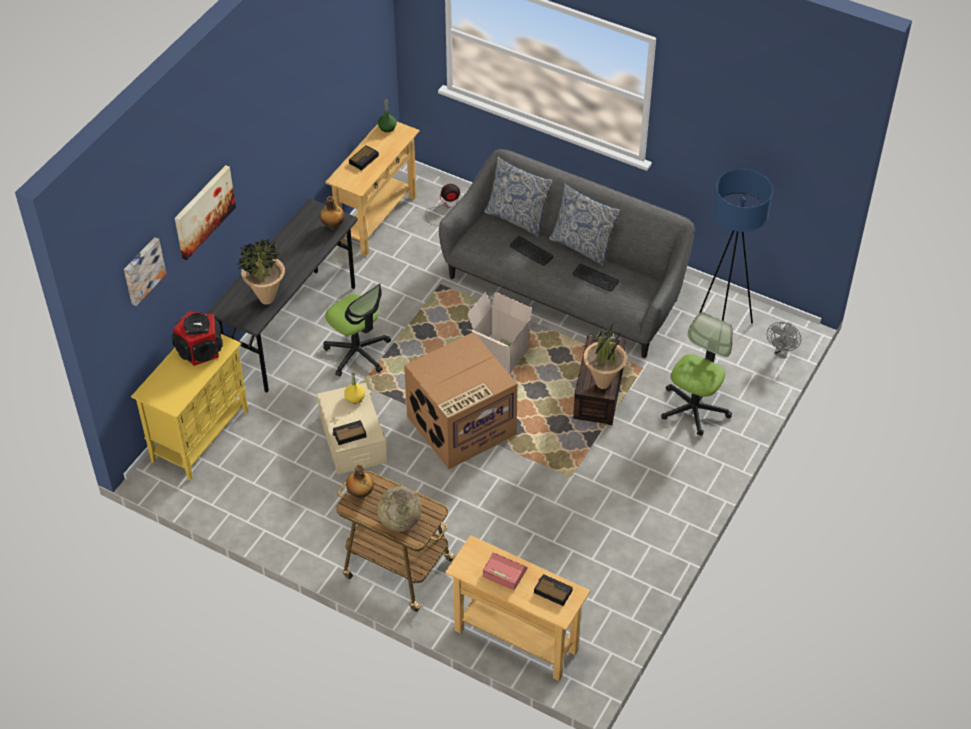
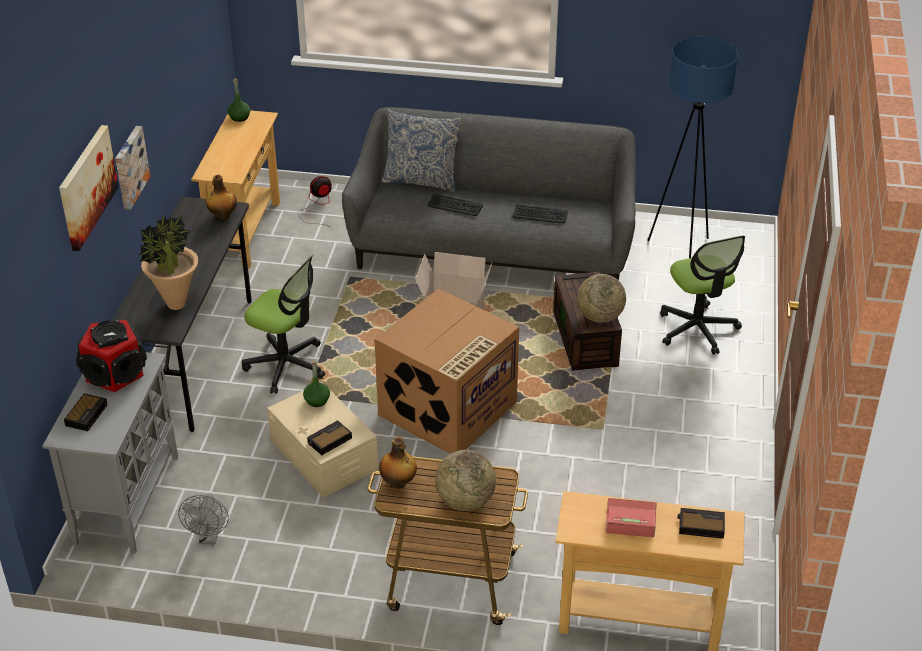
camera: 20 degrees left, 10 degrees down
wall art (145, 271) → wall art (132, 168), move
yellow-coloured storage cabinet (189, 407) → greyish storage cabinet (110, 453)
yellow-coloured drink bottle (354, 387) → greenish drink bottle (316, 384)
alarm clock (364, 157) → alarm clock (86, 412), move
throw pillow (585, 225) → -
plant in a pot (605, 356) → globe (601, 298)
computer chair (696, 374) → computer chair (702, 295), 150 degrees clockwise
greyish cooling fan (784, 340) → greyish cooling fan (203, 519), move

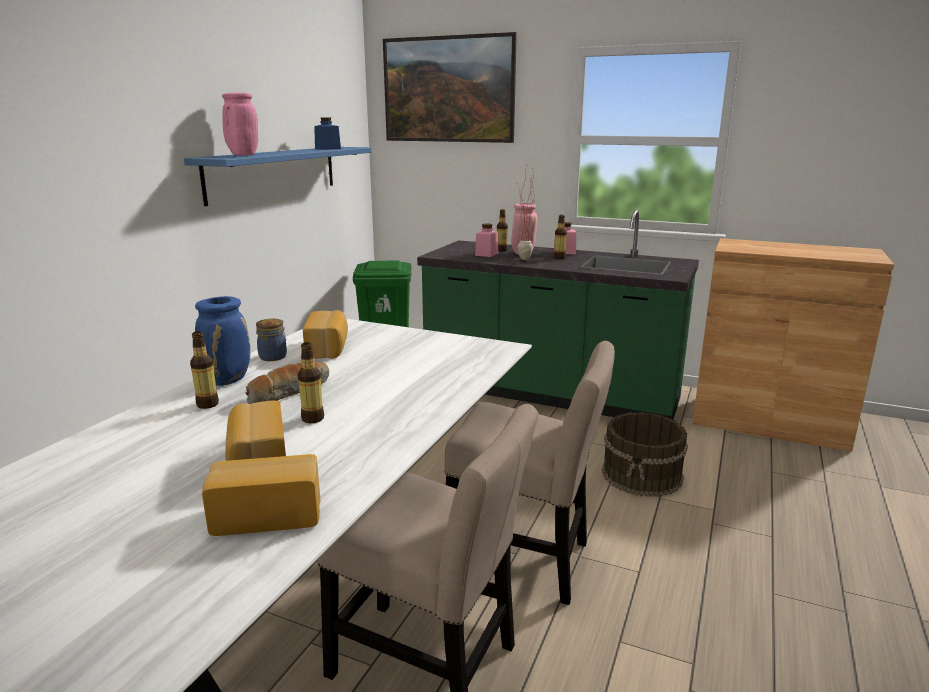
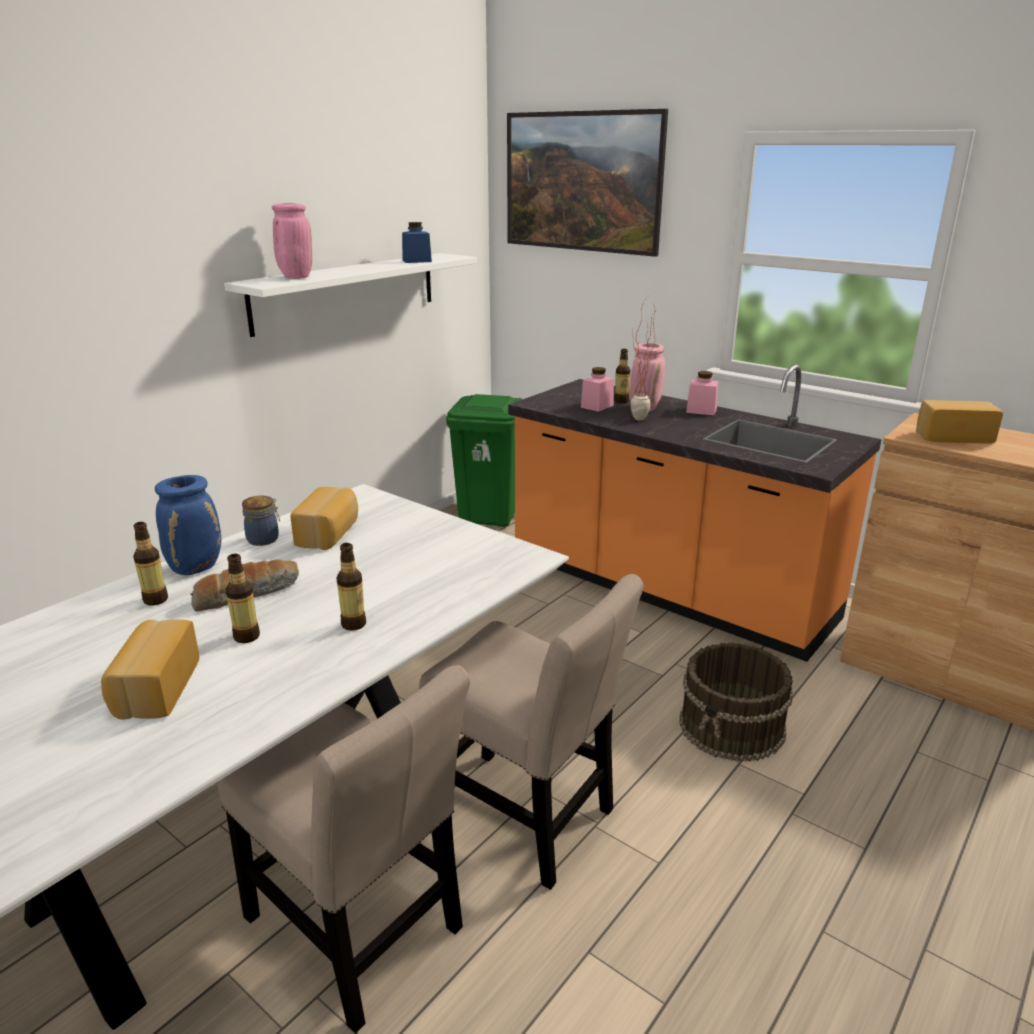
camera: 15 degrees right, 5 degrees up
bluish shelf (278, 176) → whitish shelf (350, 295)
bakery bread (261, 495) → bakery bread (959, 422), move
greenish kitchen counter (558, 315) → orange-coloured kitchen counter (695, 513)
drink bottle (560, 237) → drink bottle (351, 587), move

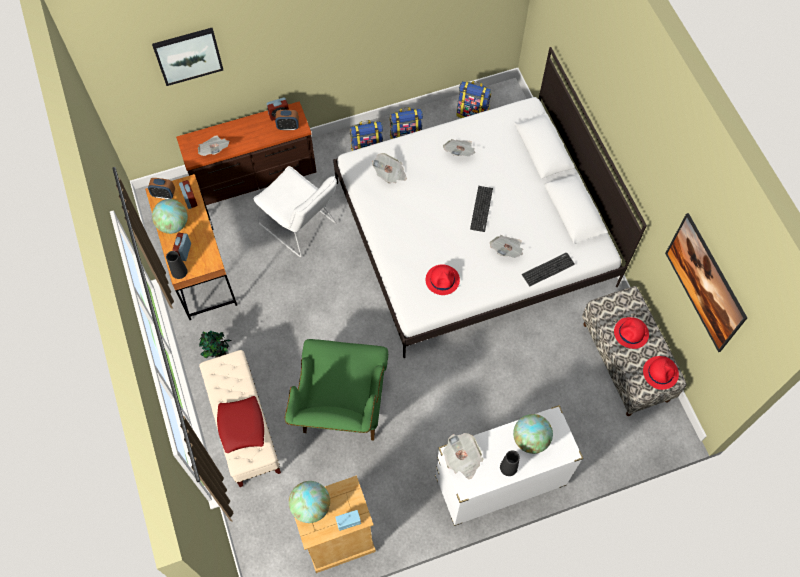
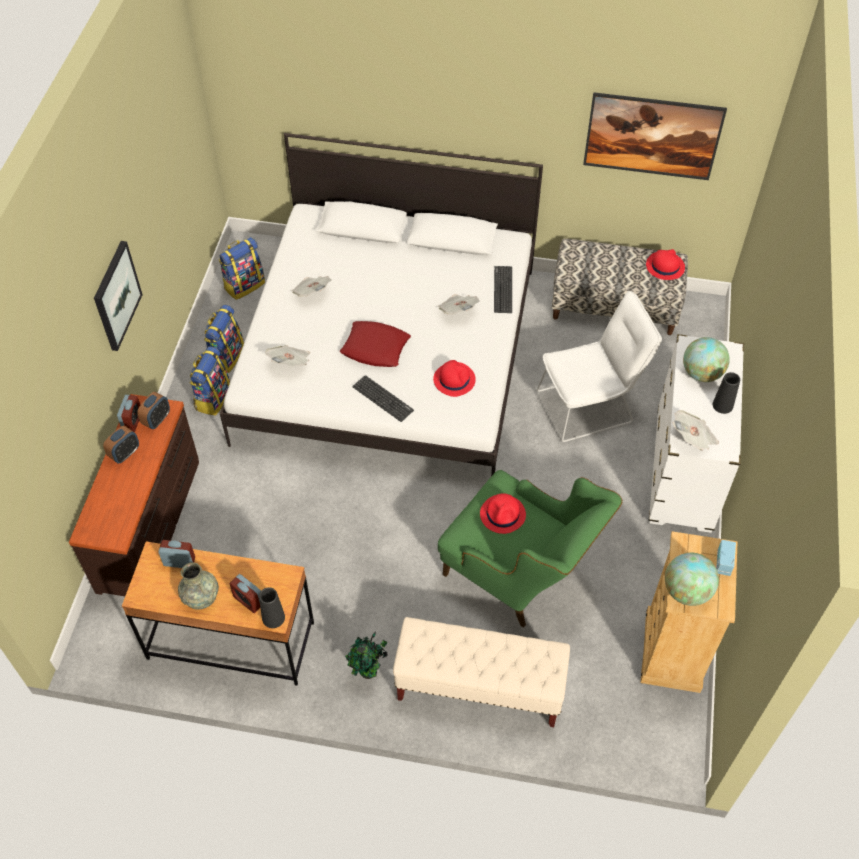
camera: 60 degrees left, 10 degrees down
alarm clock (161, 188) → alarm clock (121, 444), move
wall art (187, 57) → wall art (118, 296), move
globe (170, 216) → greyish decorative vase (198, 586)
daily paper (213, 145) → -
red throw pillow (240, 424) → red throw pillow (375, 344), move
whitish chair (295, 211) → whitish chair (599, 366), move
PC keyboard (481, 209) → PC keyboard (383, 398), move
red hat (631, 333) → red hat (503, 513), move

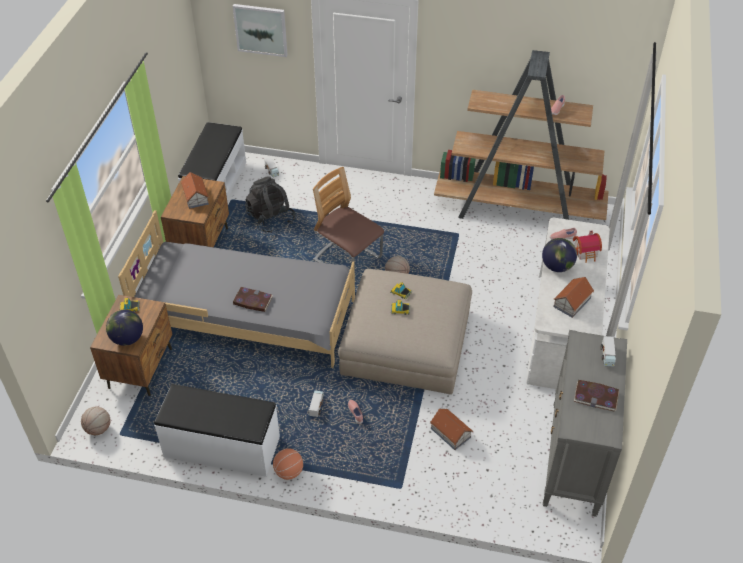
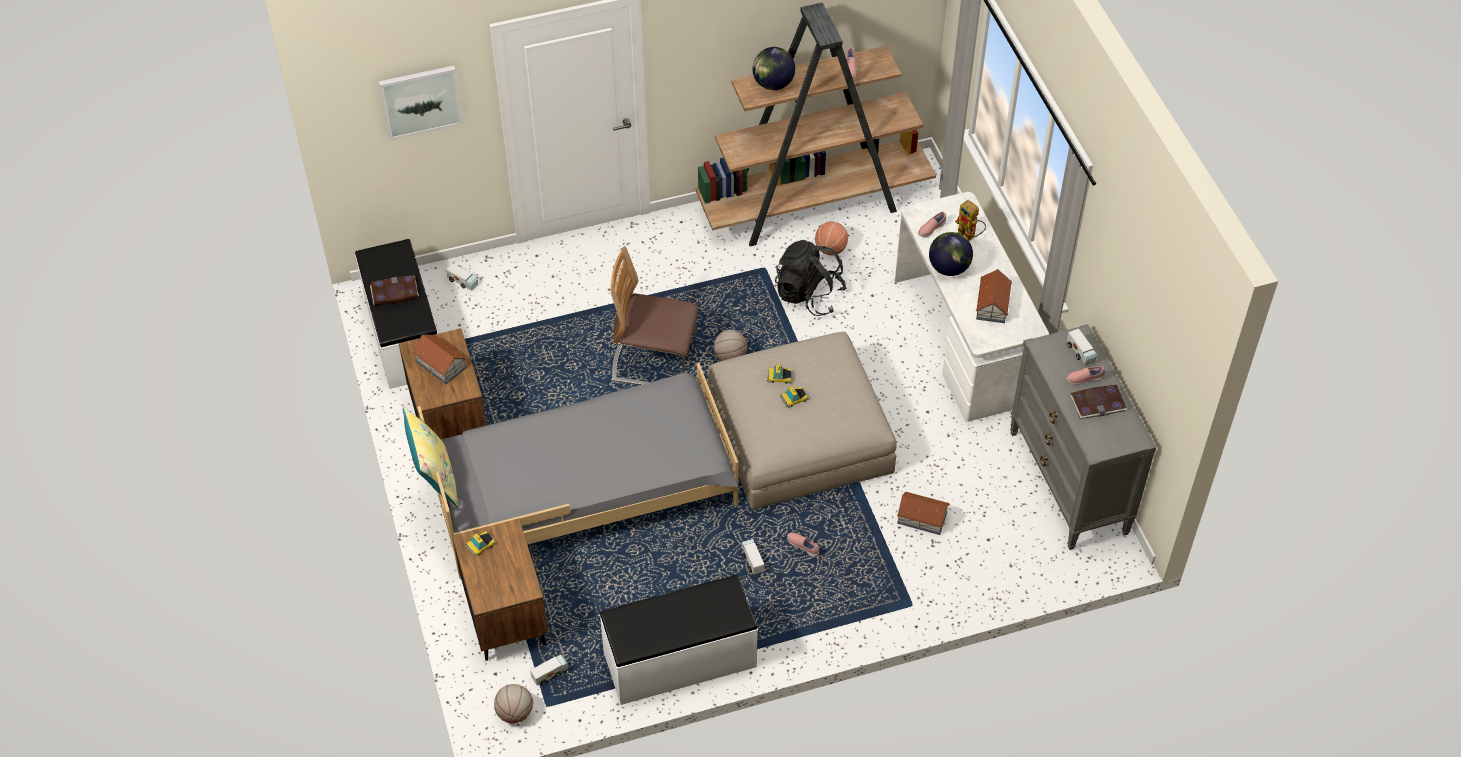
camera: 30 degrees left, 5 degrees up
globe (124, 328) → globe (773, 68), move
book (253, 299) → book (394, 290), move
blackish backpack (270, 204) → blackish backpack (811, 278), move
ball for basketball (288, 464) → ball for basketball (831, 238), move
miniature house (587, 246) → robot figure (970, 220)
- → yellow-coloured throw pillow (430, 456)
- → model truck (549, 670)
- → pink shoe (1085, 375)

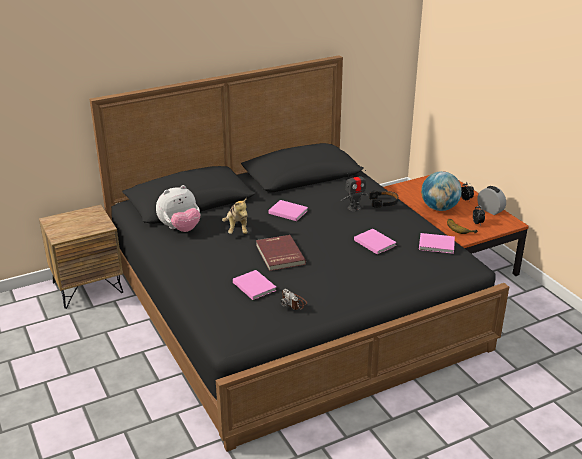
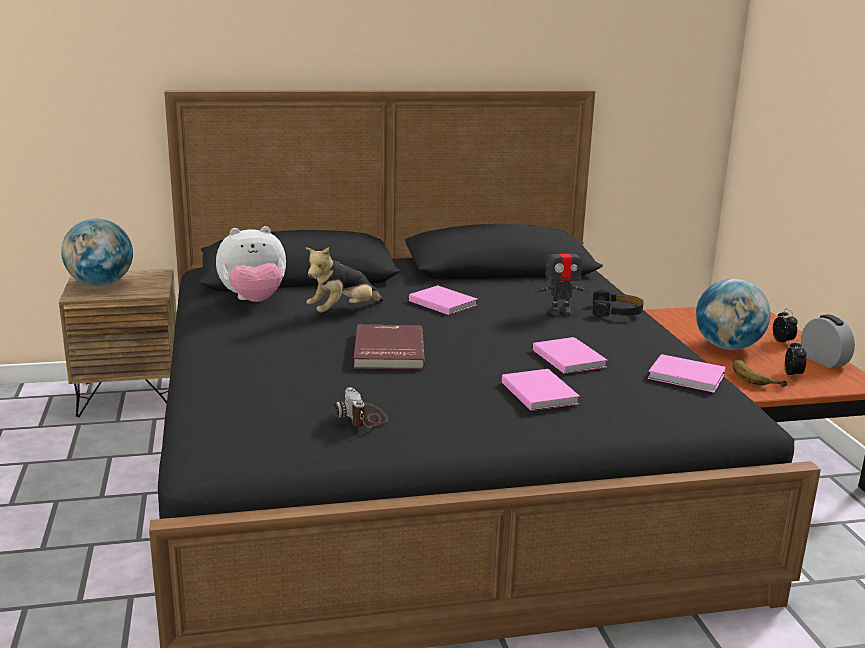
camera: 15 degrees right, 10 degrees down
plush toy (235, 215) → plush toy (345, 280), 45 degrees clockwise
pink book (255, 285) → pink book (541, 390), move
- → globe (97, 252)

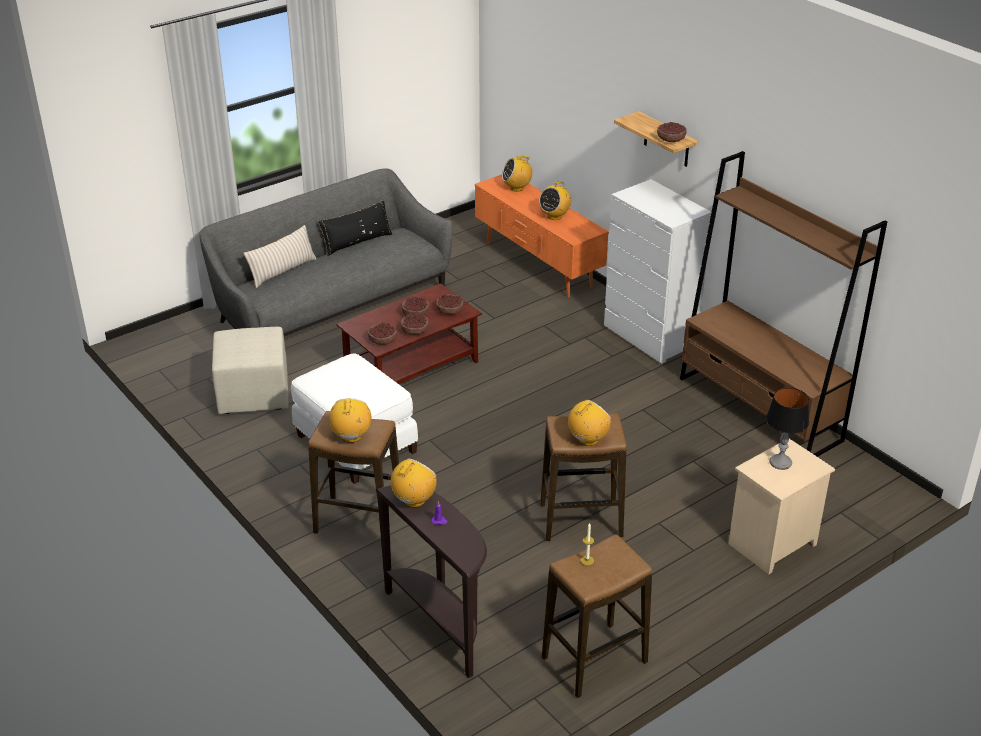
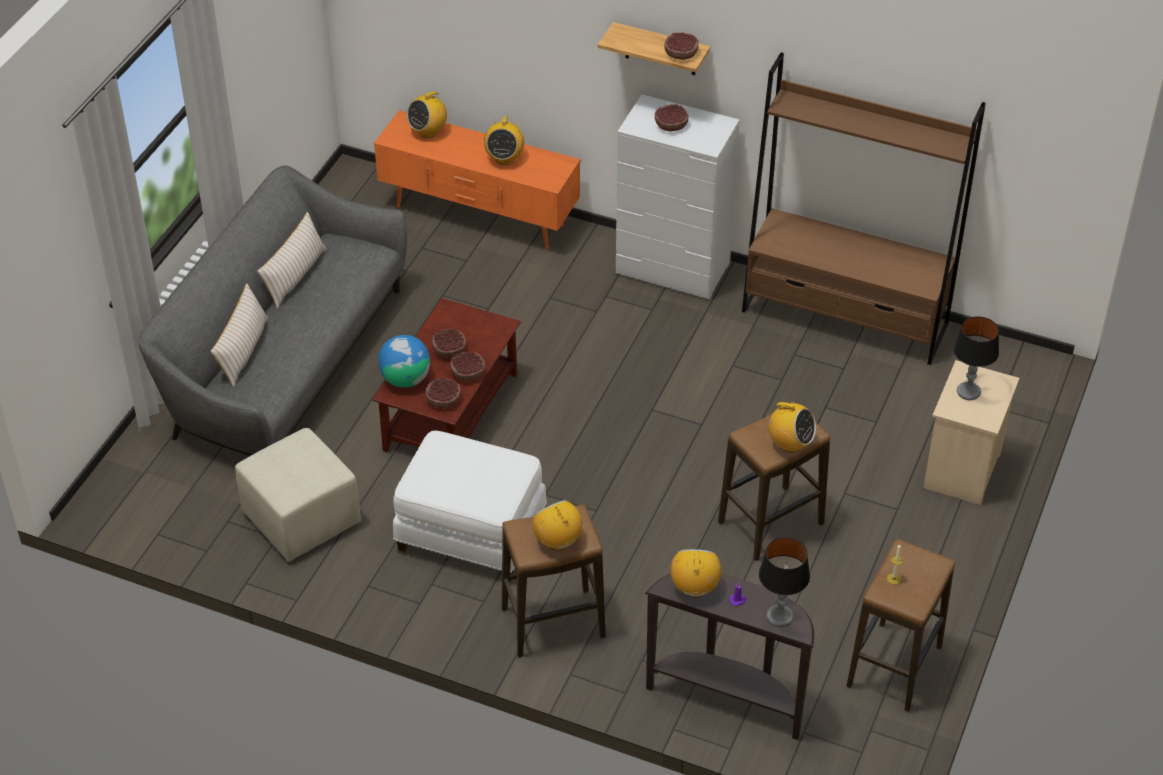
camera: 30 degrees left, 10 degrees up
blackish throw pillow (355, 228) → beige throw pillow (291, 260)
bowl (450, 304) → bowl (671, 118), move
radio receiver (589, 423) → radio receiver (790, 427), 105 degrees clockwise
- → globe (404, 361)
- → table lamp (784, 582)

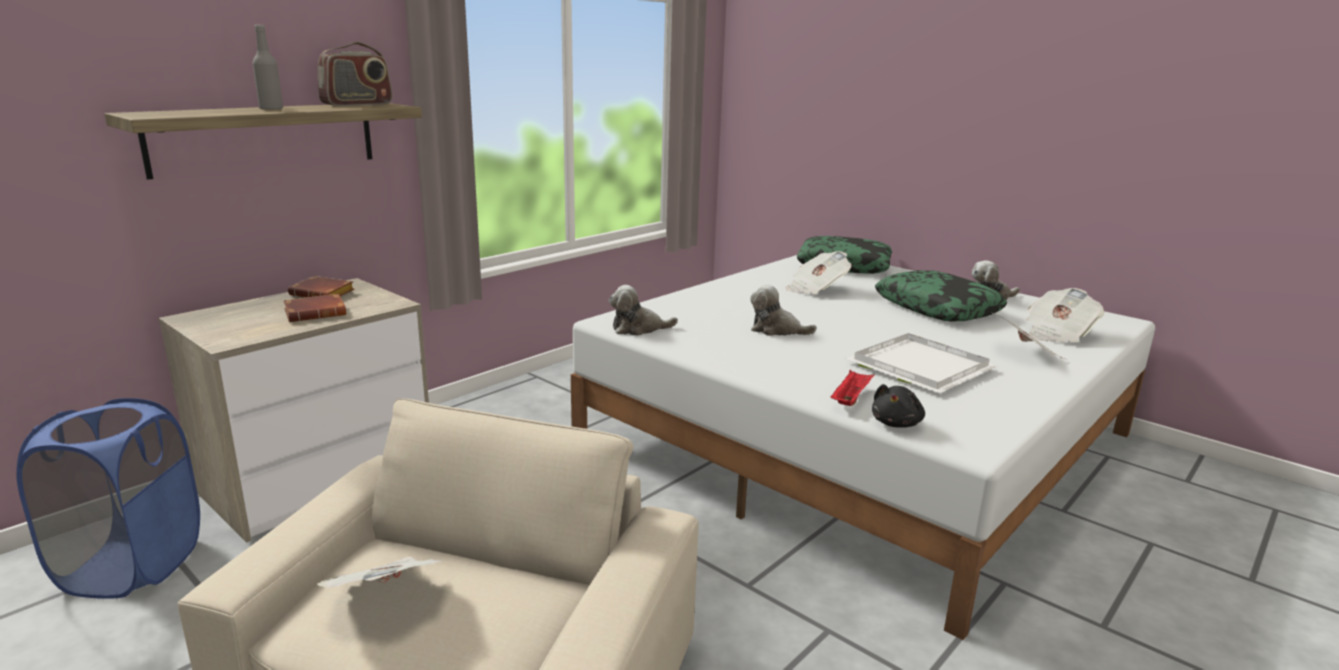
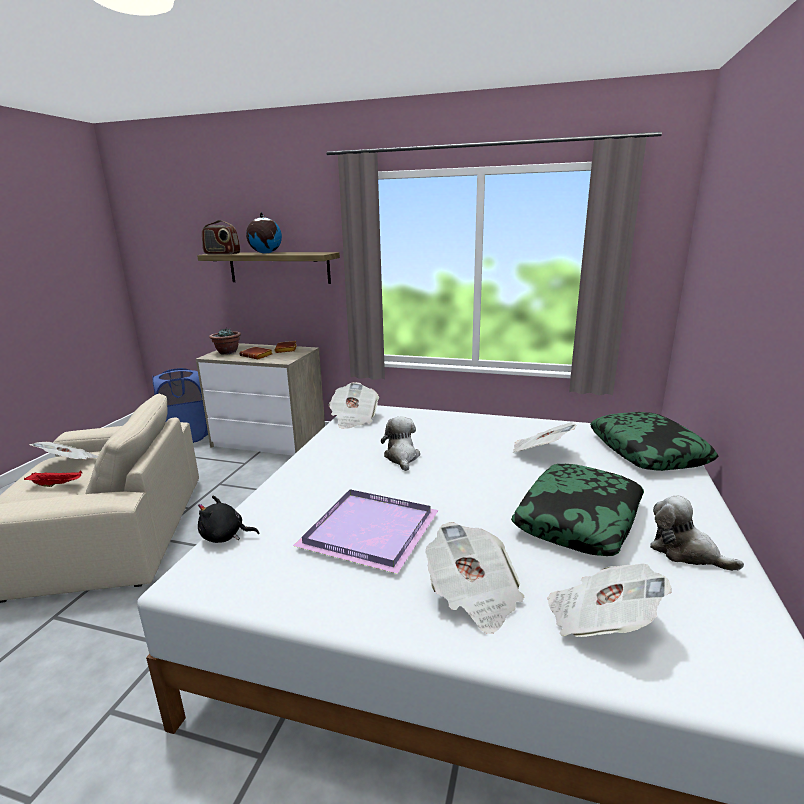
camera: 65 degrees right, 0 degrees up
greyish drink bottle (268, 67) → globe (264, 232)
radio receiver (355, 74) → radio receiver (221, 237), move
plush toy (643, 310) → daily paper (354, 405)
red tray (853, 387) → red tray (53, 479), move
whitish tray (921, 363) → purple tray (366, 531)
- → plant in a pot (225, 342)

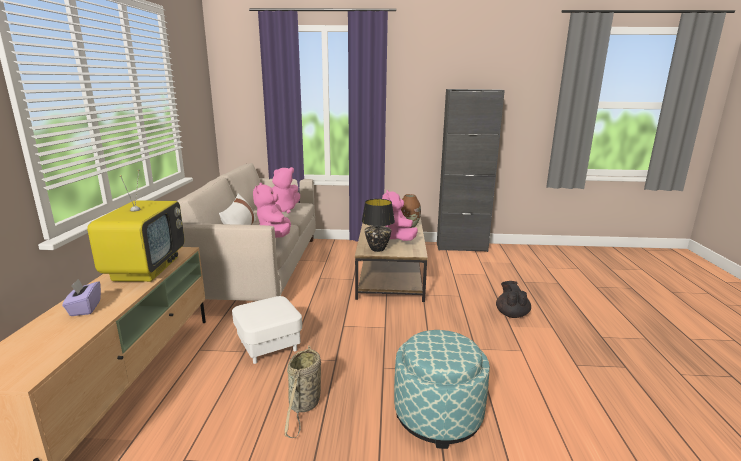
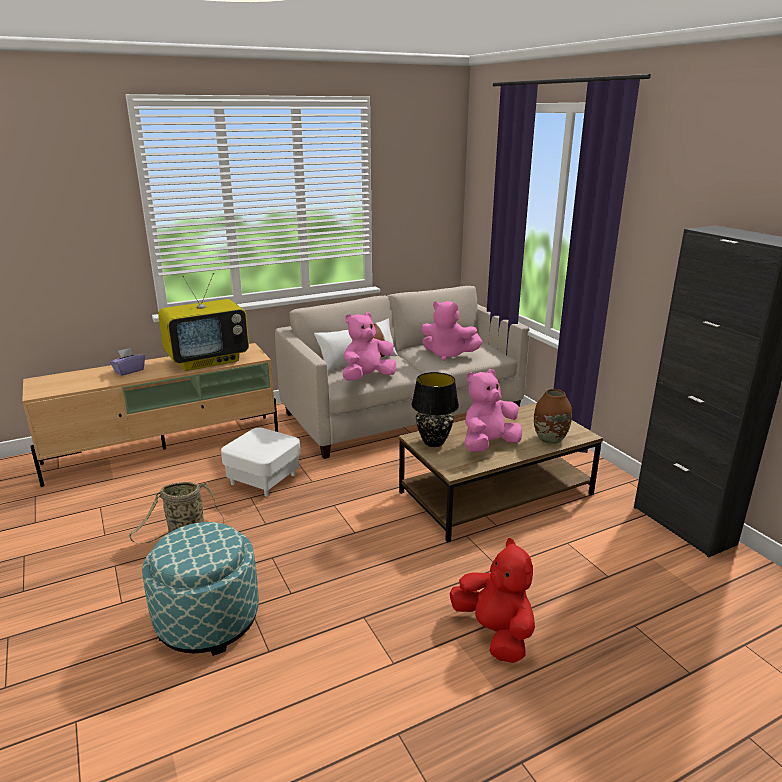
camera: 60 degrees right, 5 degrees up
blackish tea pot (513, 299) → red plush toy (492, 600)

